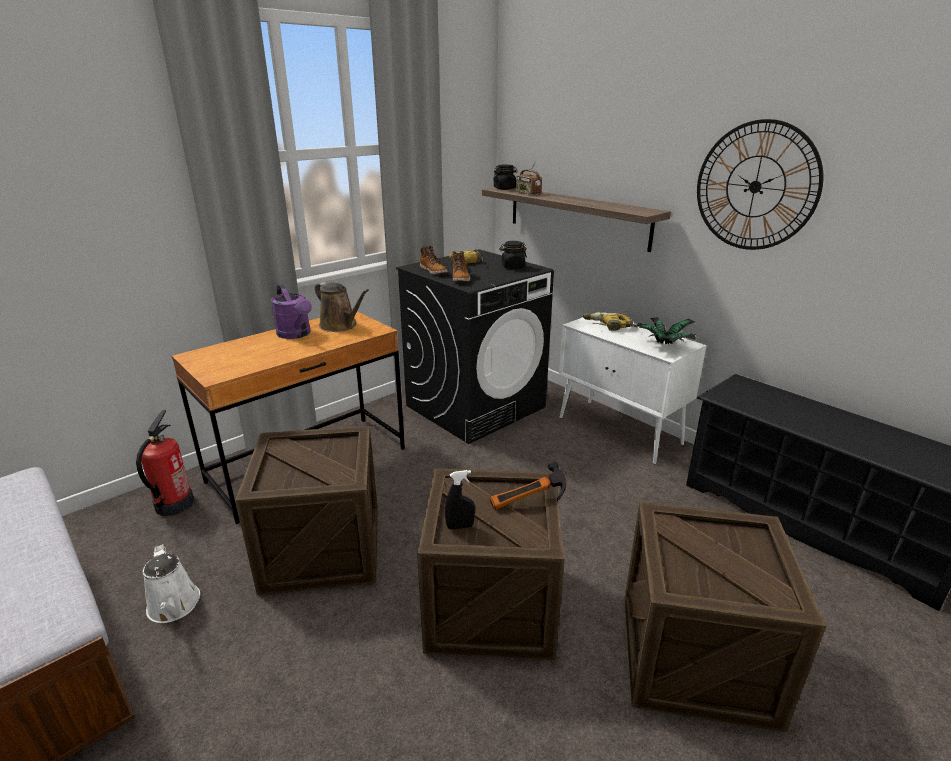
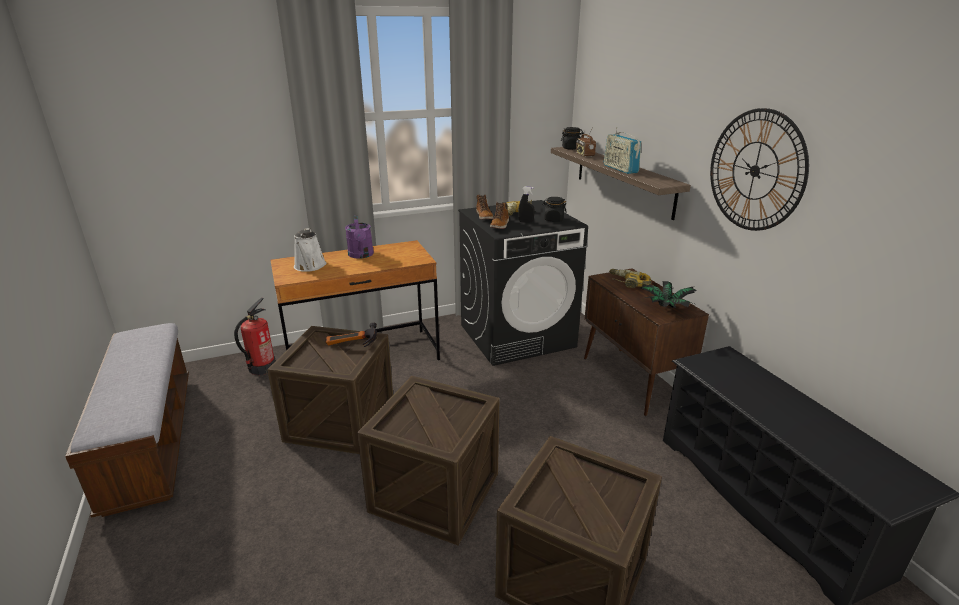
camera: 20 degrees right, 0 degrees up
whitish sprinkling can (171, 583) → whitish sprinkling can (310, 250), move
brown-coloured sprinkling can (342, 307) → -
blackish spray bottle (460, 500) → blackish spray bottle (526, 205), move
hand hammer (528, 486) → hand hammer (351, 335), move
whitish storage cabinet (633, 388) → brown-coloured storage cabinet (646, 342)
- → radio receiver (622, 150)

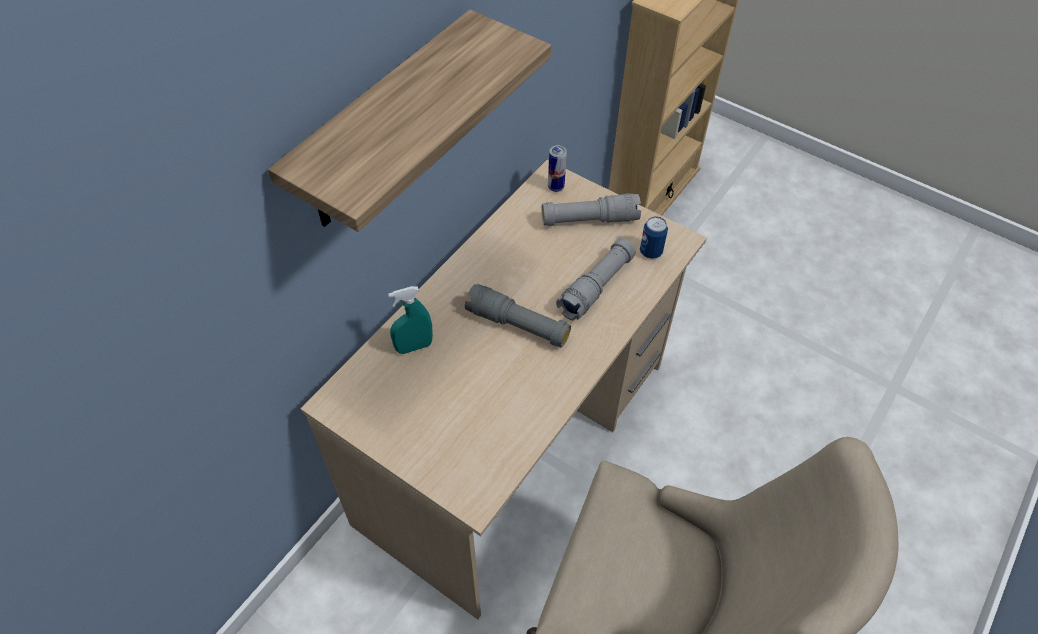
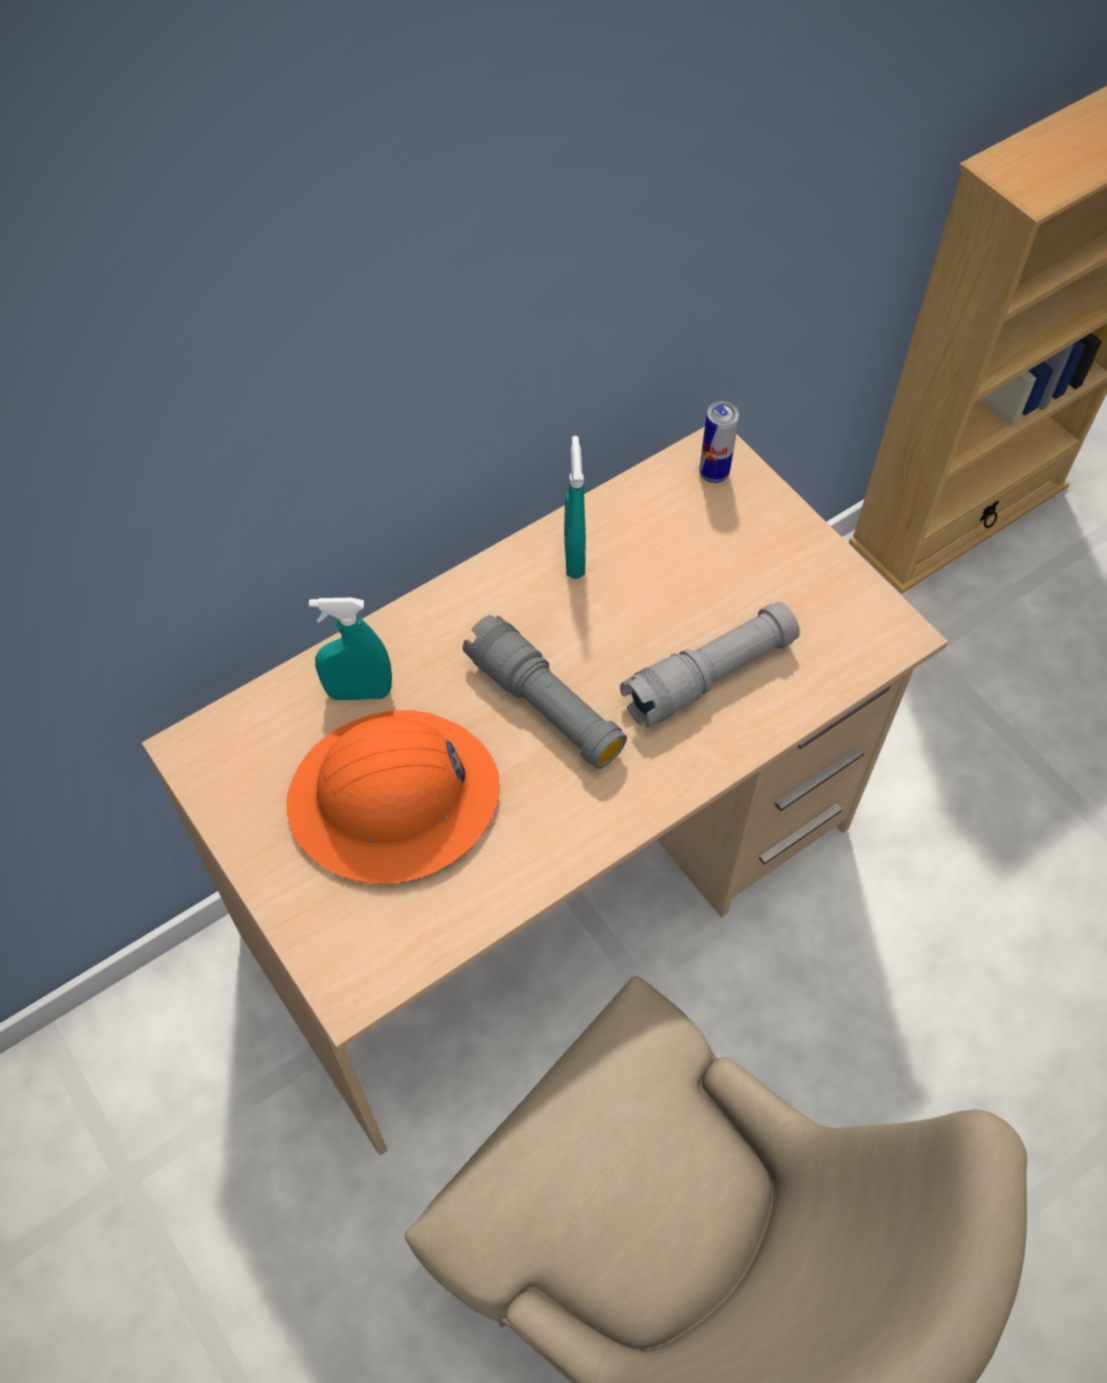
camera: 20 degrees right, 5 degrees up
shelf (409, 121) → -
greyish torch (591, 209) → -
sealed can (654, 237) → -
- → orange-coloured work helmet (393, 797)
- → turquoise-coloured spray bottle (575, 507)

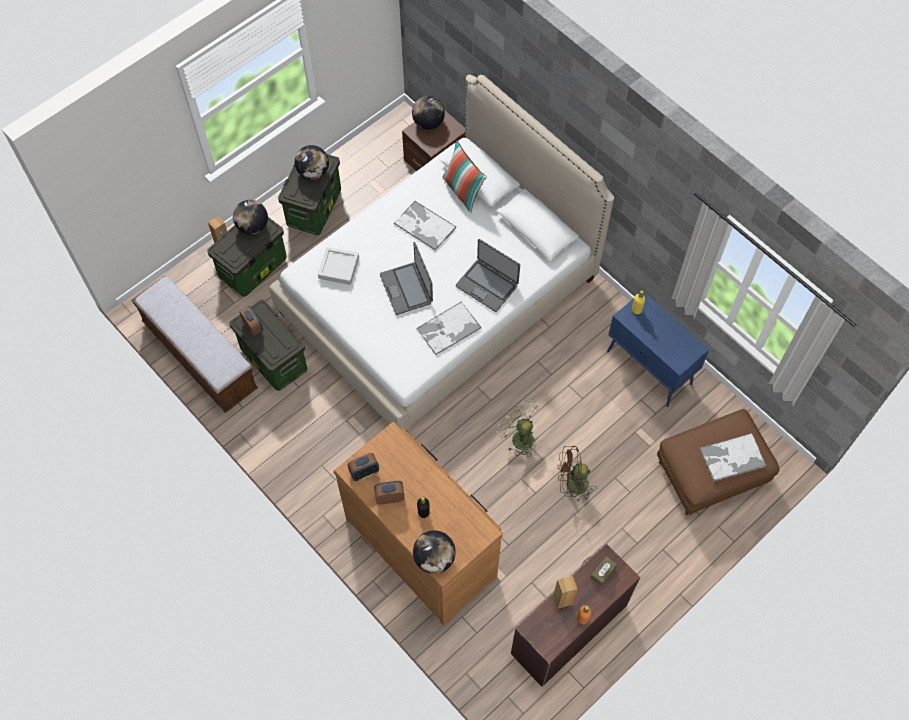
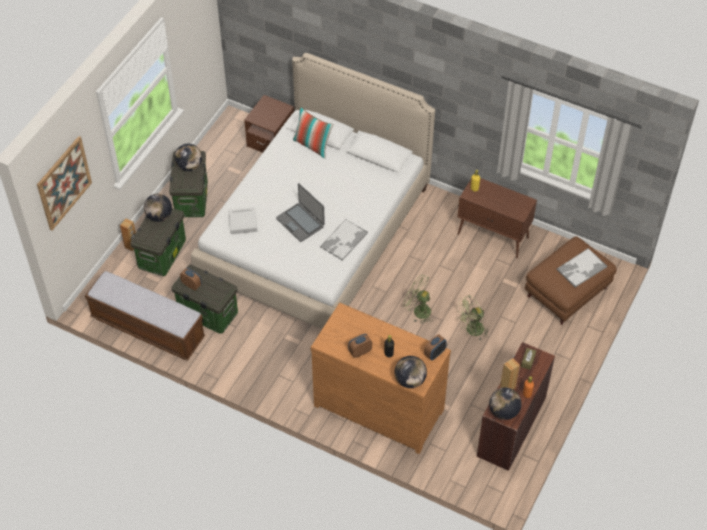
camera: 20 degrees left, 10 degrees down
alarm clock (363, 467) → alarm clock (435, 347), move
tray (425, 225) → -
globe (428, 113) → globe (505, 404), move
laptop (488, 275) → -
brown-coloured cooling fan (576, 474) → greenish cooling fan (473, 318)
bluish storage cabinet (658, 349) → brown-coloured storage cabinet (497, 218)
- → wall art (64, 183)

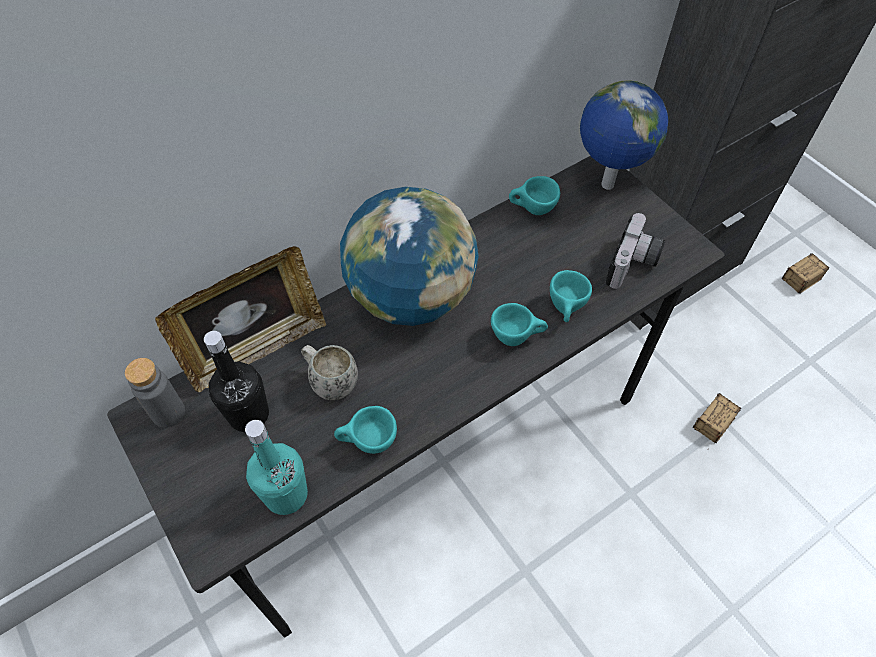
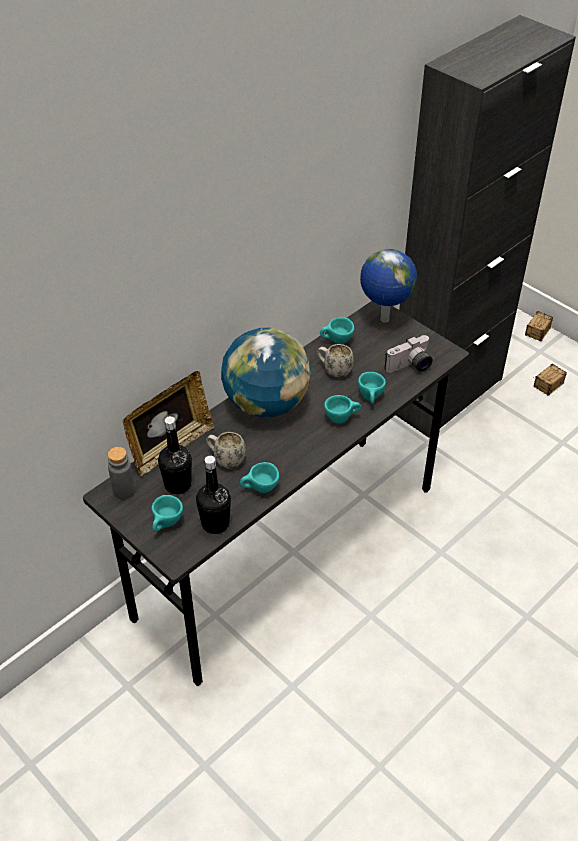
camera: 10 degrees left, 10 degrees down
turquoise-coloured drink bottle (276, 467) → blackish drink bottle (213, 494)
still camera (636, 251) → still camera (409, 354), 45 degrees clockwise
storage box (717, 421) → storage box (539, 326), move
- → turquoise-coloured cup (167, 513)
- → whitish mug (335, 360)

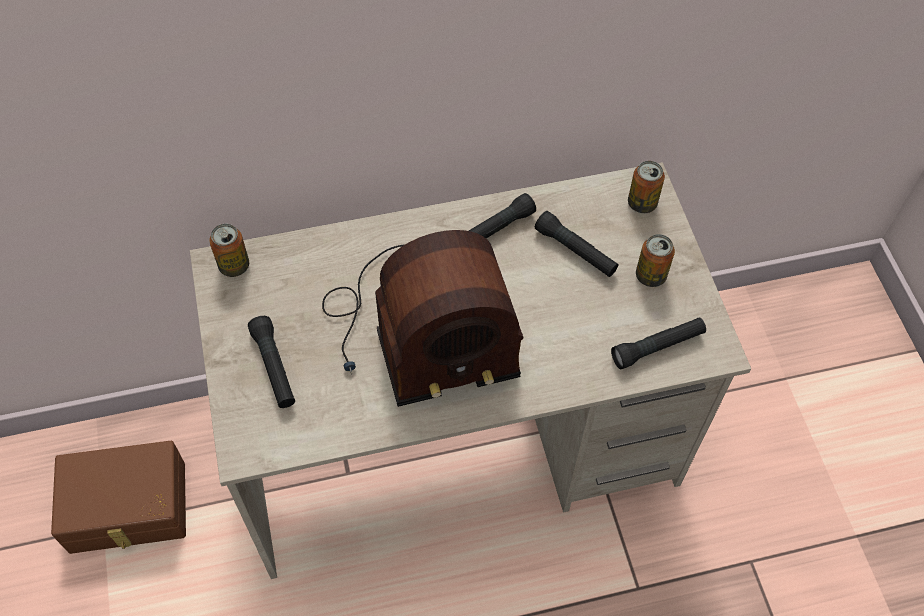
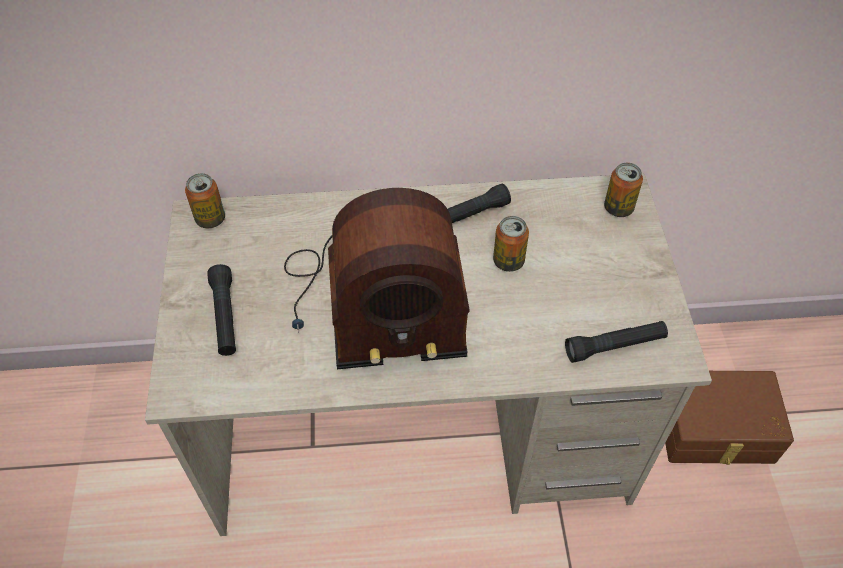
camera: 10 degrees right, 5 degrees down
brown-coloured storage box (118, 497) → brown-coloured storage box (729, 418), move
blackish torch (577, 244) → -
sealed can (655, 260) → sealed can (511, 244), move

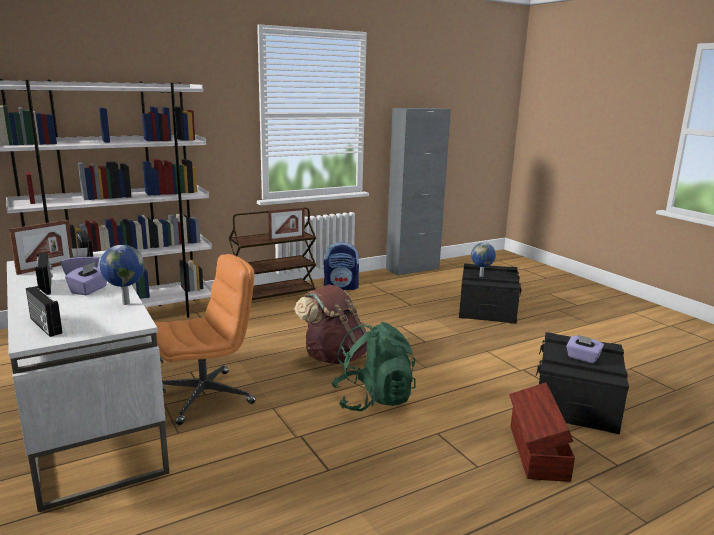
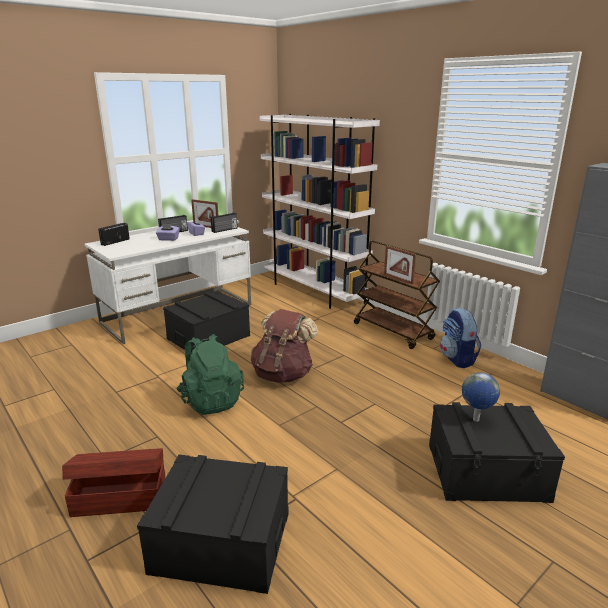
camera: 80 degrees right, 5 degrees up
globe (122, 275) → -
orange-coloured computer chair (205, 339) → blackish storage box (206, 322)
purple box of tissues (585, 349) → -

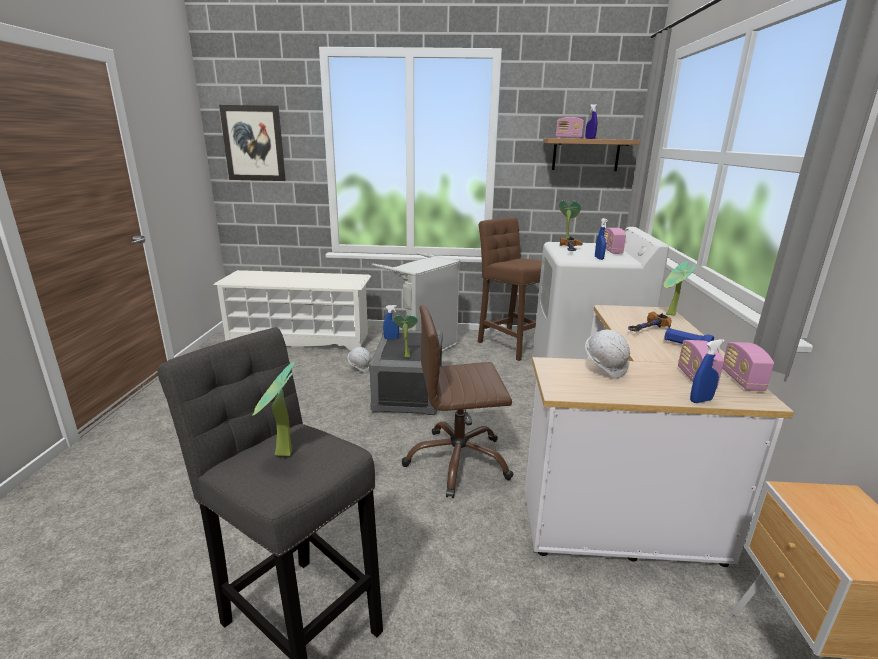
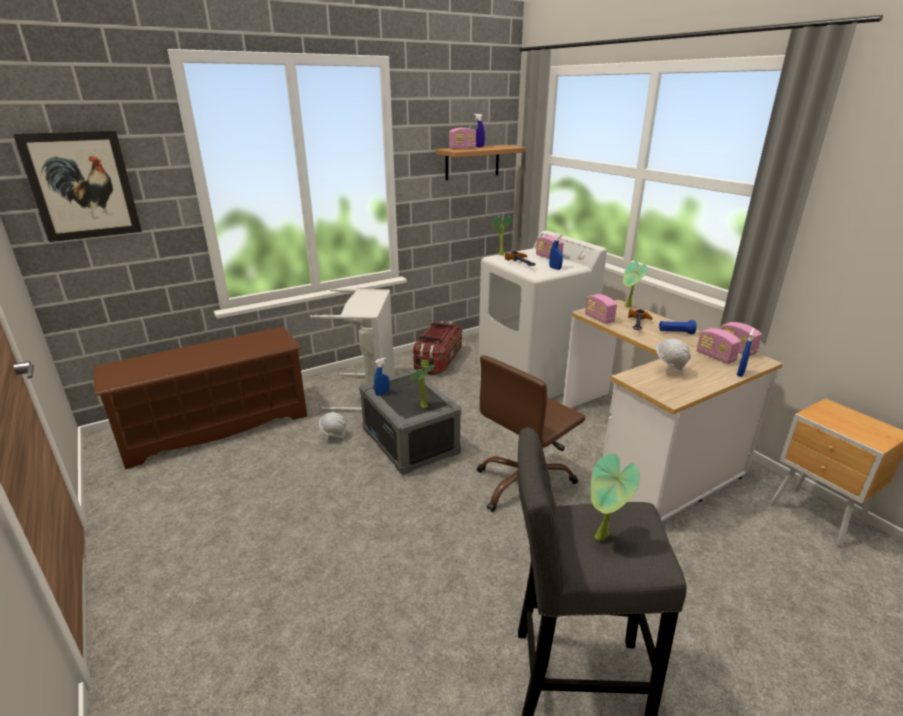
camera: 35 degrees left, 5 degrees up
whitish shoe shelf (292, 310) → brown-coloured shoe shelf (200, 398)
brown-coloured stool (510, 289) → storage box (438, 348)
- → radio receiver (601, 309)

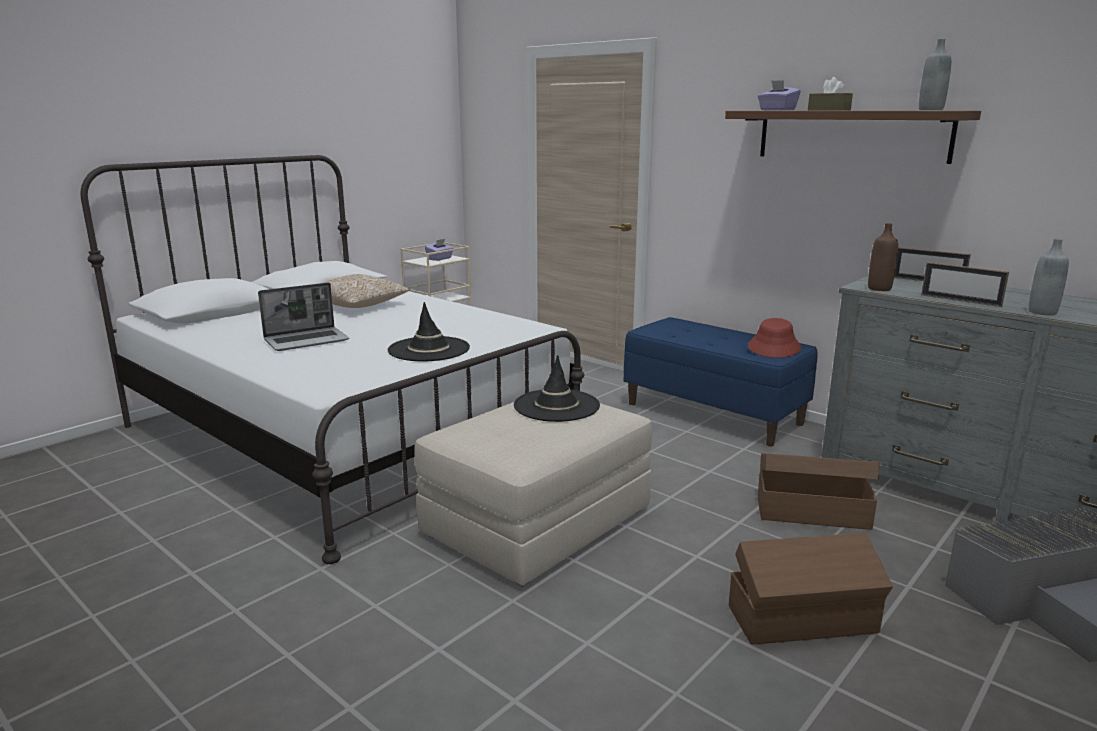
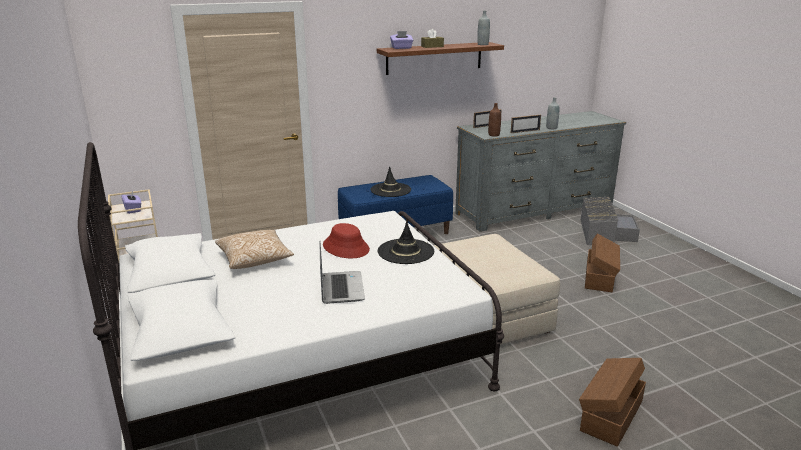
camera: 65 degrees left, 5 degrees up
blackish hat (557, 388) → blackish hat (390, 181), move
red hat (774, 338) → red hat (346, 240), move
brown-coloured storage box (818, 491) → brown-coloured storage box (612, 402), move

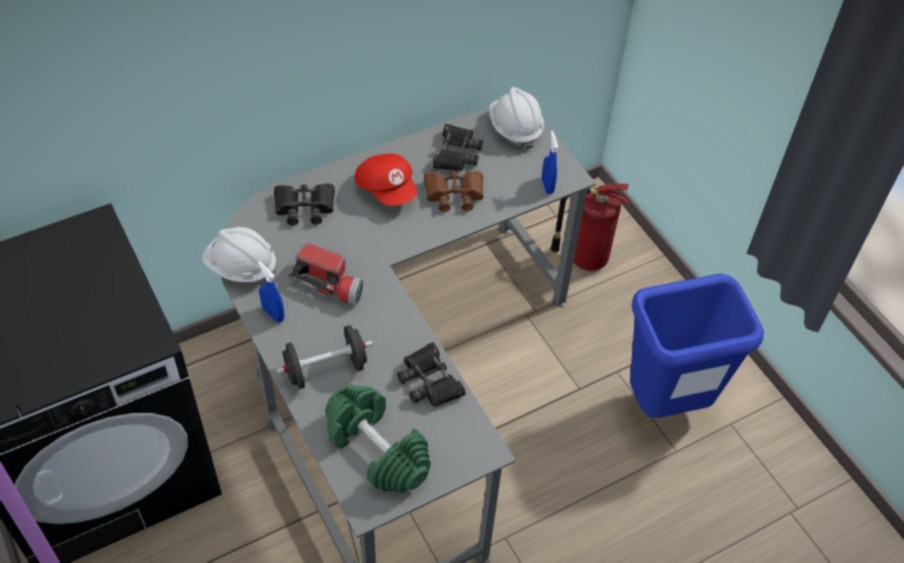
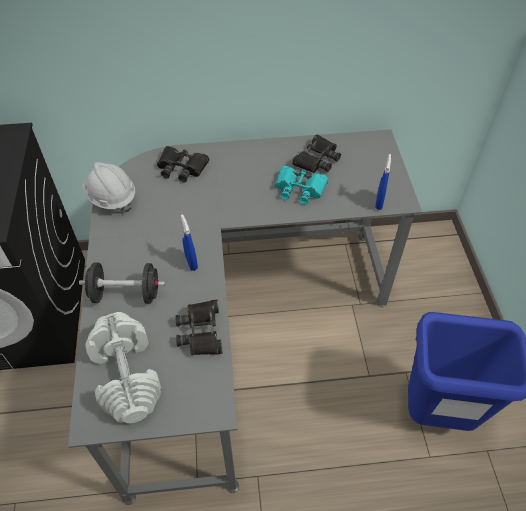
camera: 25 degrees right, 0 degrees up
bluish spray bottle (271, 291) → bluish spray bottle (189, 242), move
torch (326, 274) → -
greenish dumbbell (377, 439) → whitish dumbbell (123, 367)
red peaked cap (386, 180) → -
brown-coloured binoculars (453, 191) → turquoise-coloured binoculars (301, 185)
whitish work helmet (516, 118) → -
fire extinguisher (590, 227) → -

